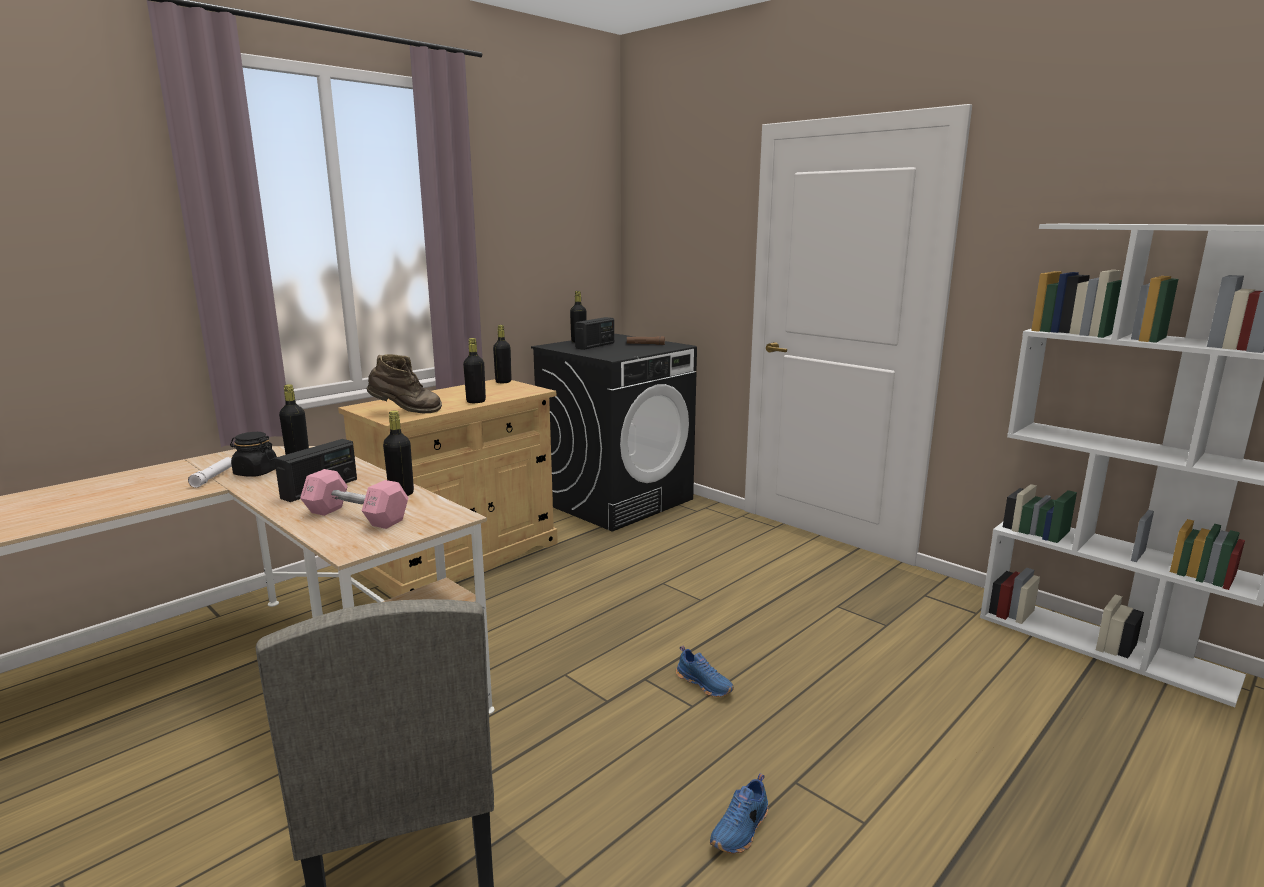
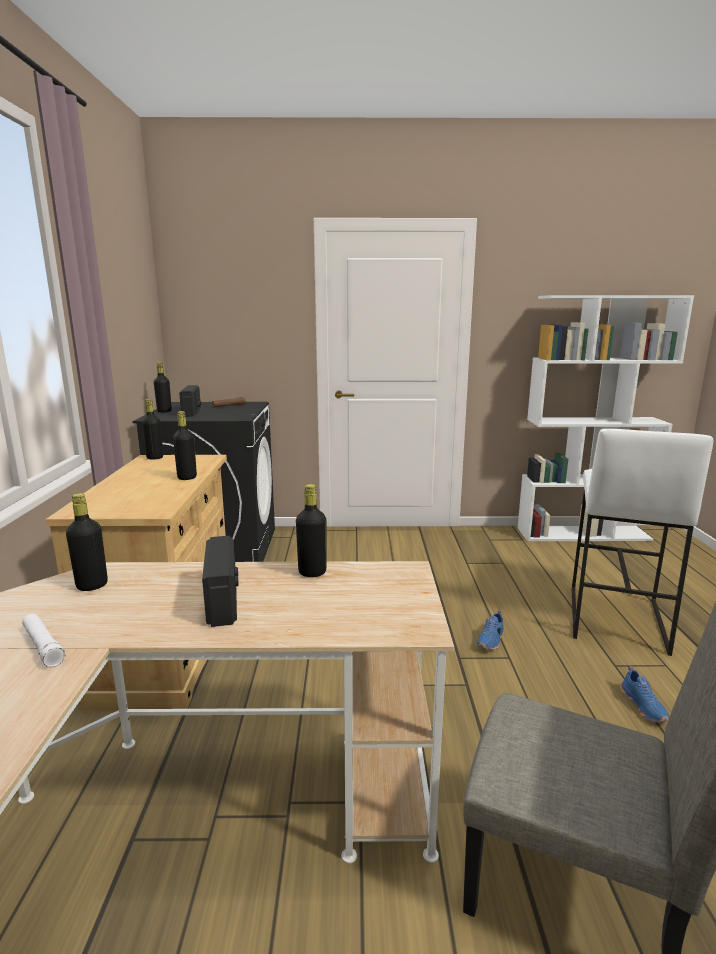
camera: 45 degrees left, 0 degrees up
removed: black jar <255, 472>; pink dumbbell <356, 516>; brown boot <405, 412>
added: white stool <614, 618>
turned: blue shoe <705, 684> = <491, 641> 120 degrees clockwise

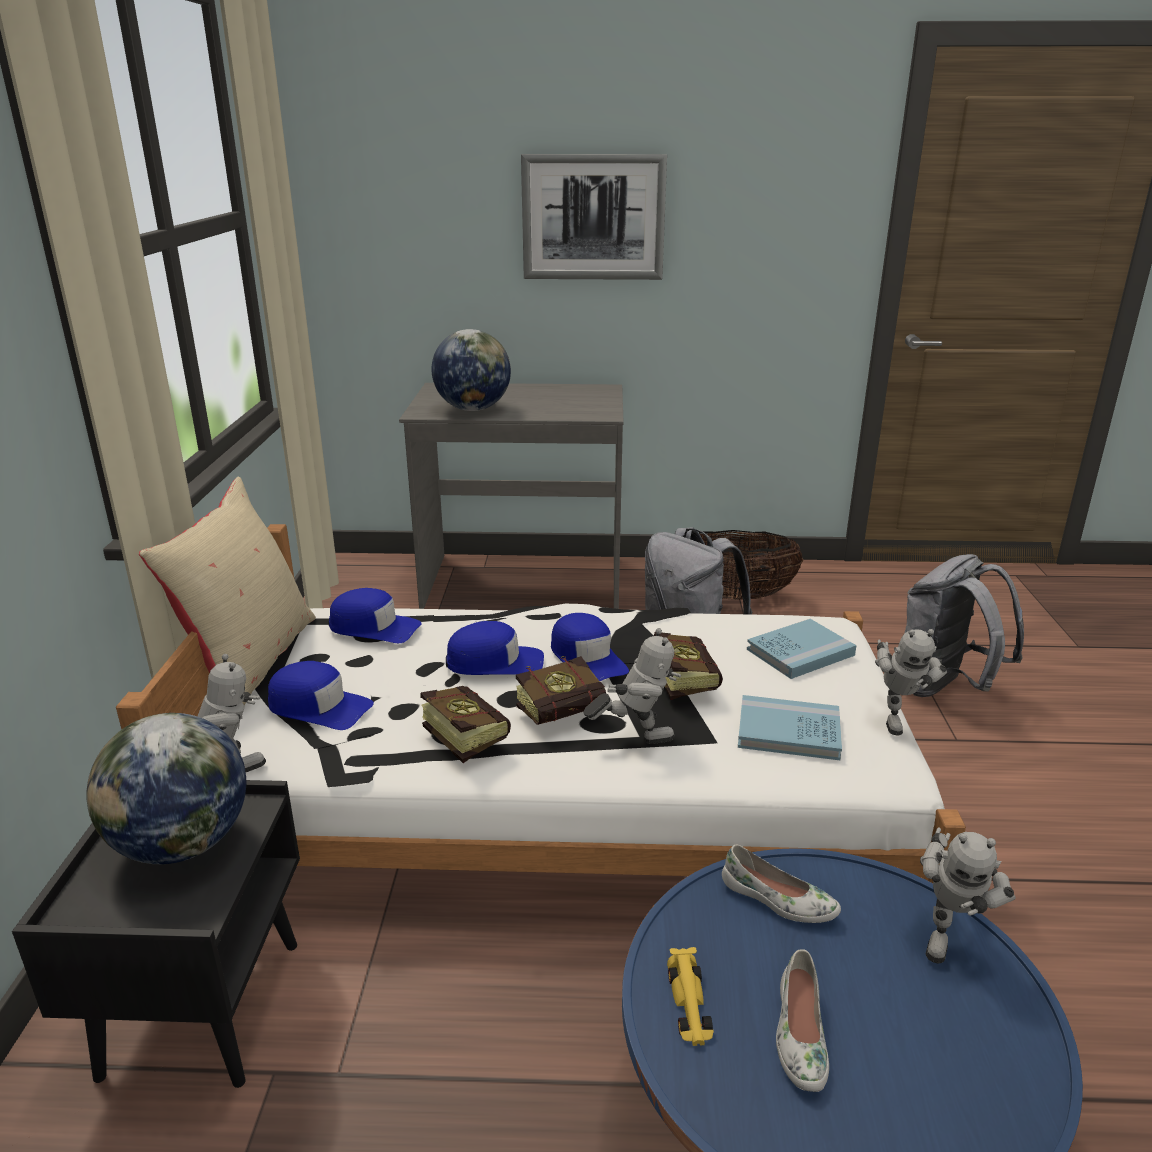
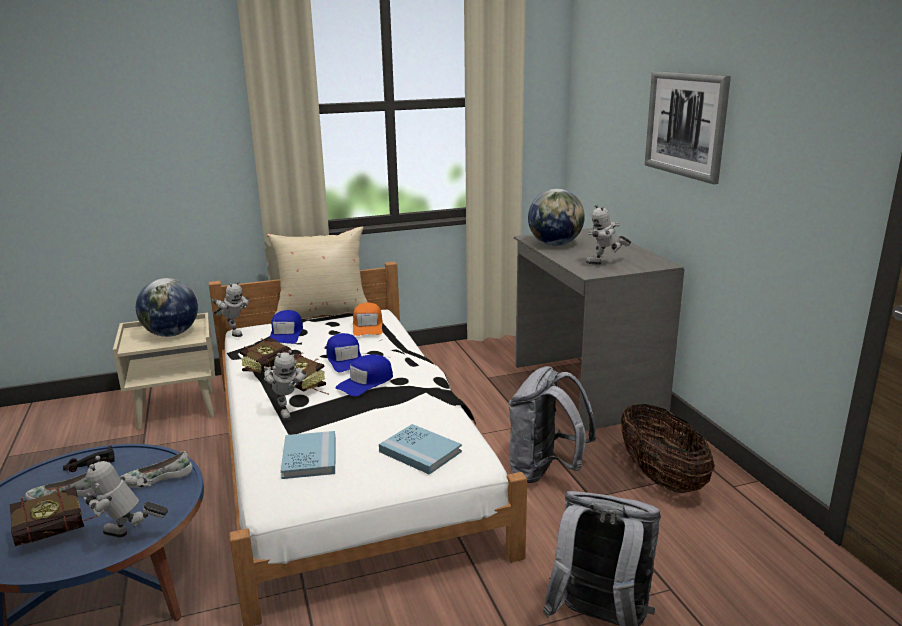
camera: 70 degrees right, 5 degrees down
moved: book <682, 680> to <60, 533>; toy robot <895, 717> to <606, 264>
recoloured: yellow toy car <689, 1004> to black toy car <89, 464>; black nightstand <201, 1006> to beige nightstand <178, 409>; blue cap <374, 627> to orange cap <368, 326>
turned: white shoe <778, 900> = <157, 478> 60 degrees clockwise

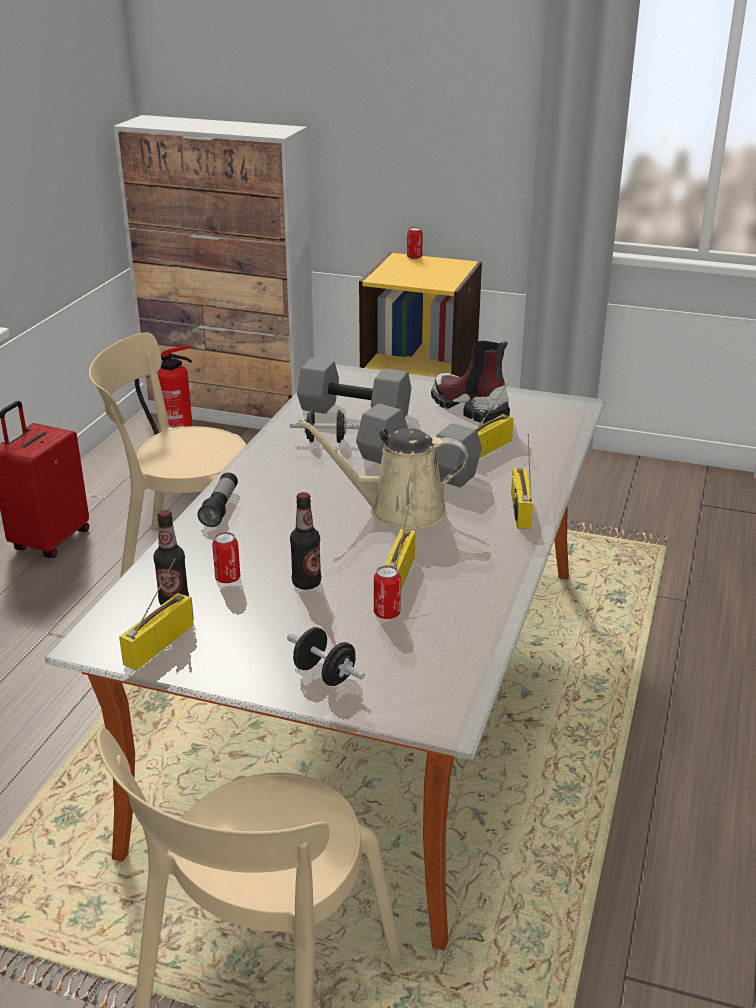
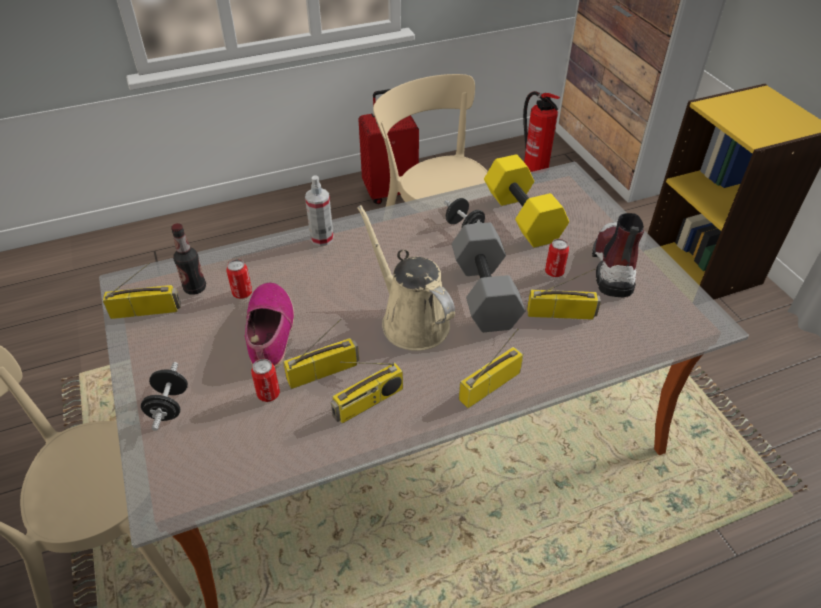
camera: 50 degrees right, 15 degrees up
added: radio <368, 403>
moved: can <414, 257> to <554, 272>
replaced: bottle <306, 583> to shoe <270, 331>; flashlight <220, 508> to spray bottle <322, 238>
recoloured: grey dumbbell <356, 412> to yellow dumbbell <524, 217>

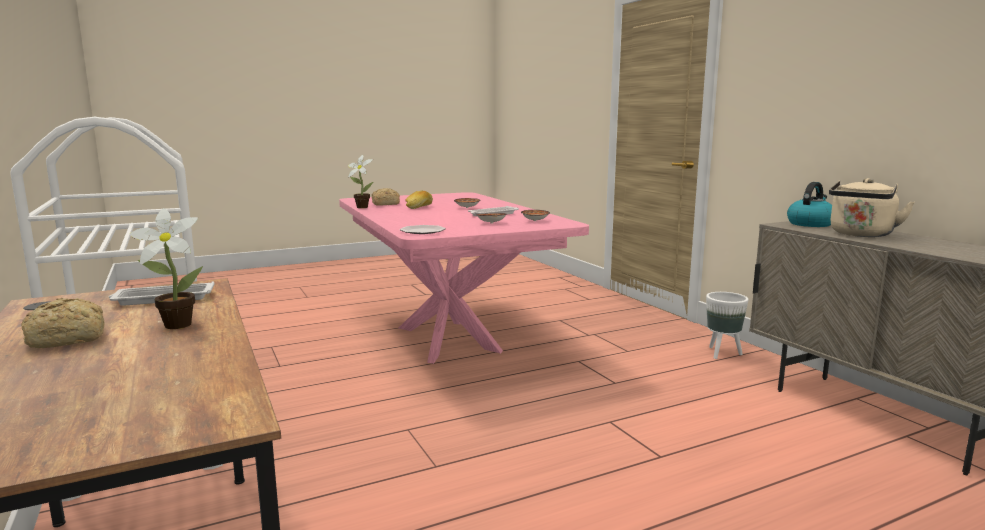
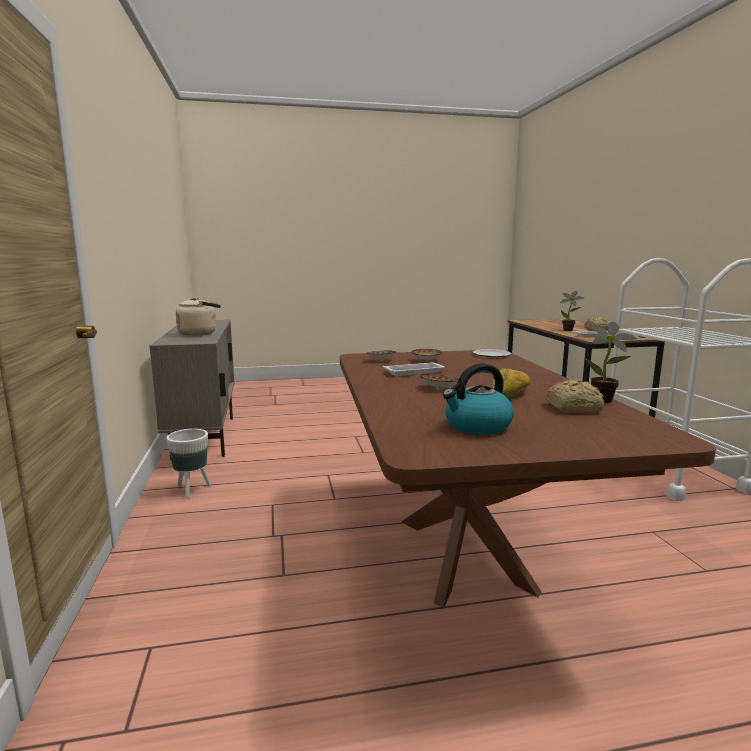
camera: 165 degrees left, 0 degrees up
moved: kettle <810, 224> to <477, 426>
recoloured: pink dining table <448, 338> to brown dining table <462, 553>

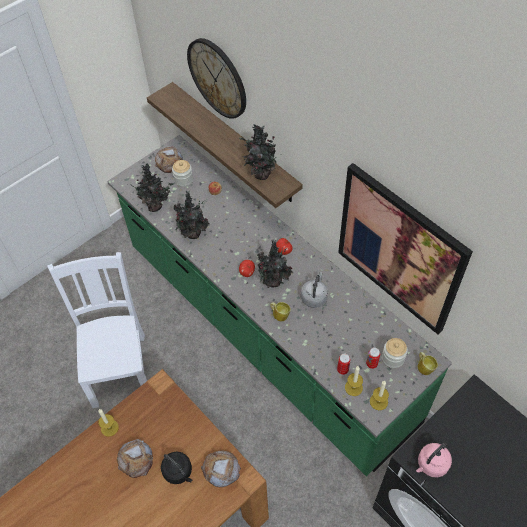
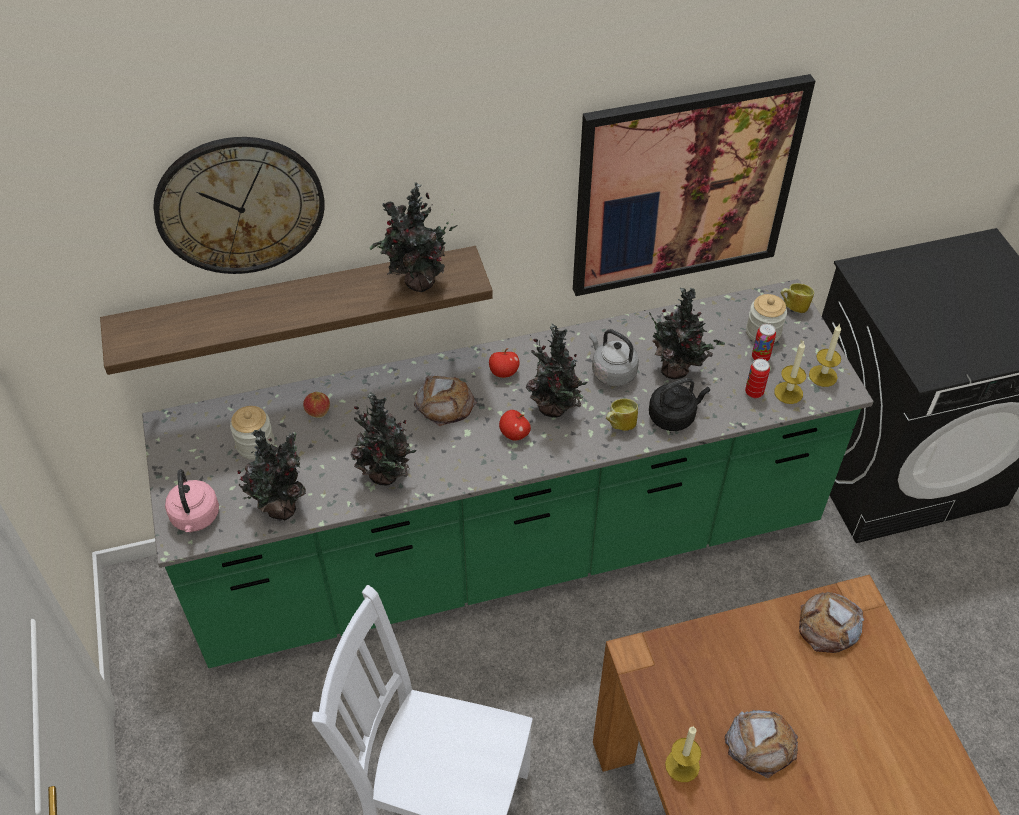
camera: 65 degrees left, 5 degrees down
added: potted plant <677, 370>
moved: pink kettle <431, 464> to <195, 518>; bread <169, 162> to <445, 403>; black kettle <179, 472> to <674, 416>

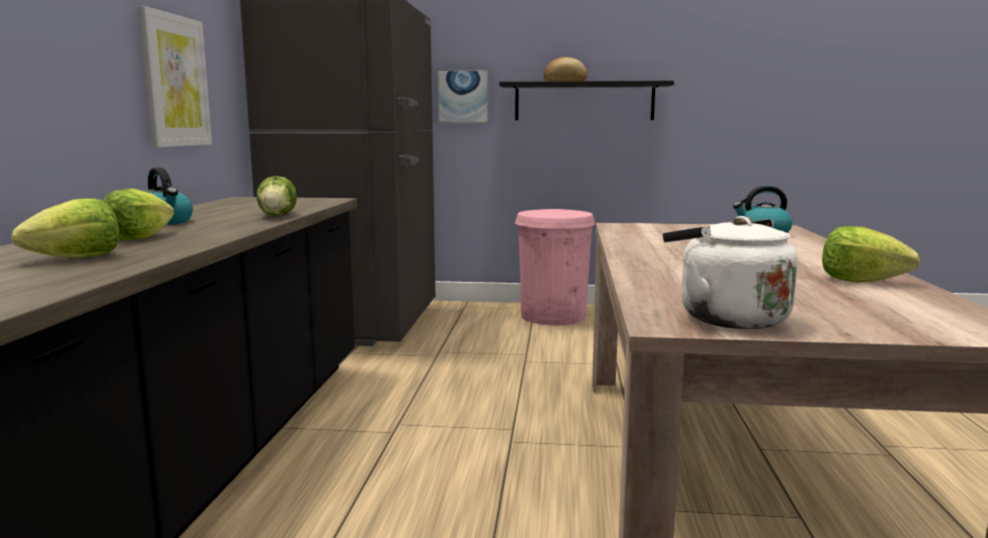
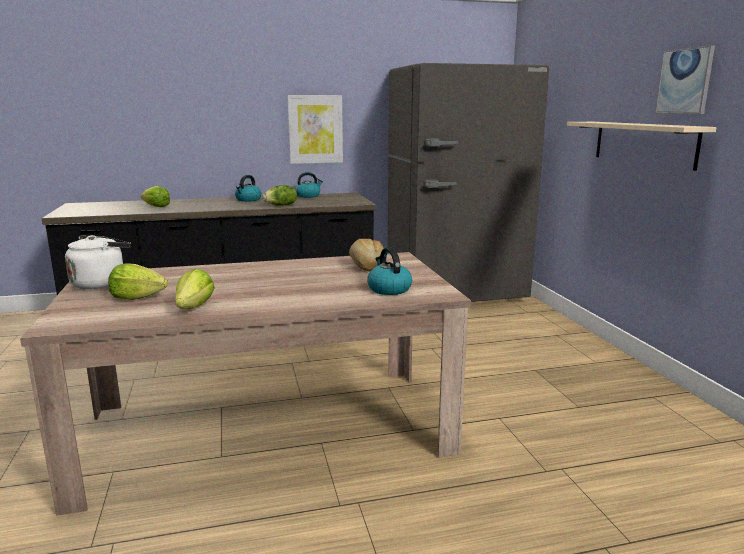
camera: 70 degrees right, 5 degrees up
removed: pink trash can <553, 316>
added: kettle <308, 196>
moved: lettuce <139, 238> to <137, 297>; bread <565, 81> to <366, 266>; picture <463, 96> to <685, 81>
recoloured: black shelf <584, 101> to beige shelf <643, 143>

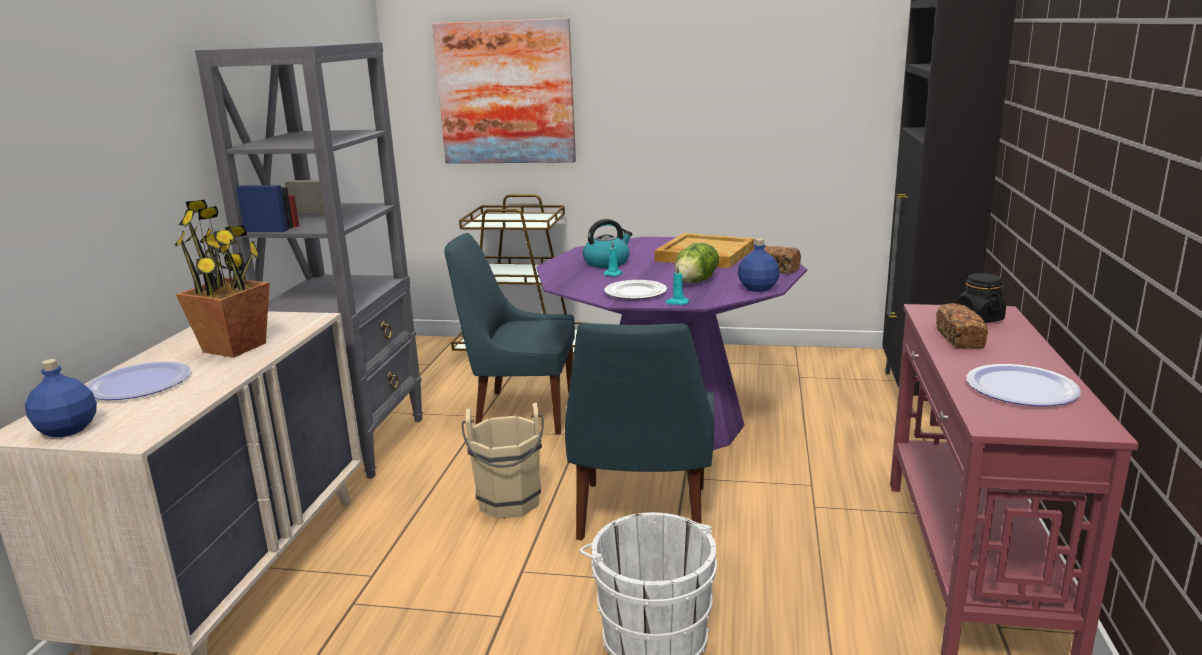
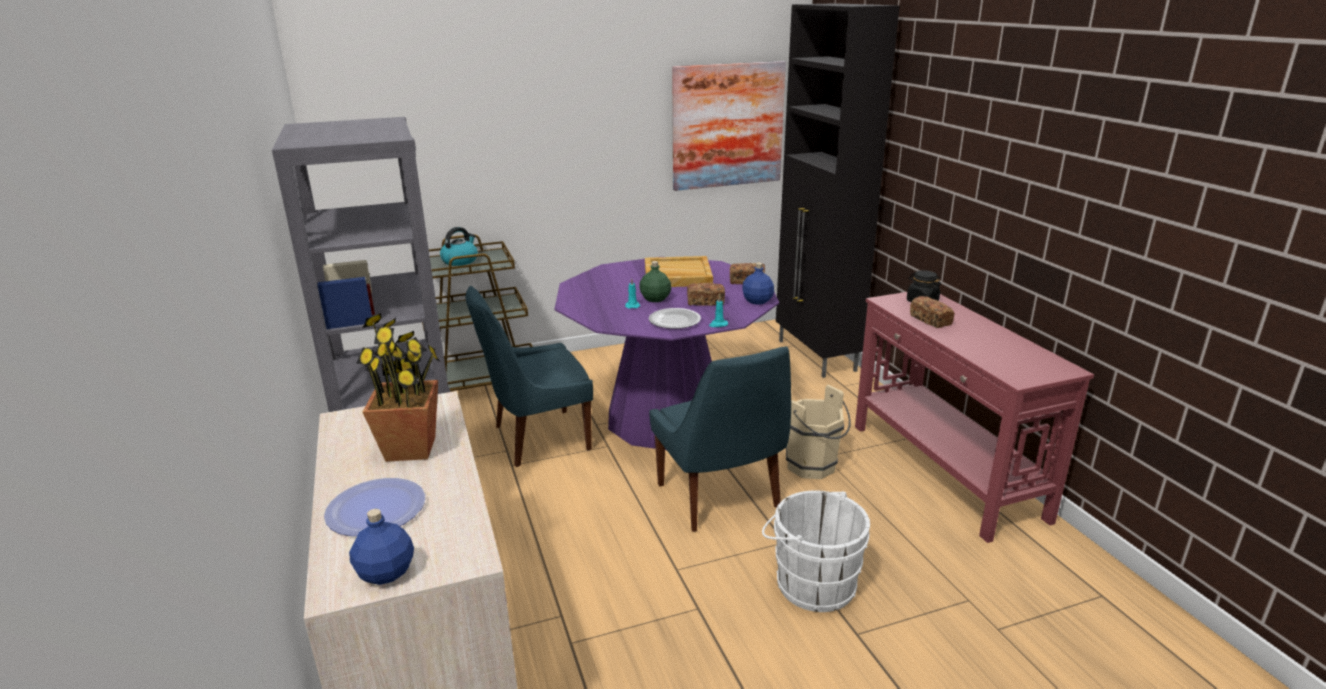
camera: 30 degrees left, 5 degrees up
removed: plate <1021, 388>
added: green bottle <655, 299>
moved: kettle <607, 263> to <460, 261>; picture <506, 93> to <727, 125>; beige bucket <509, 504> to <813, 467>
replaced: lettuce <696, 281> to bread <705, 302>

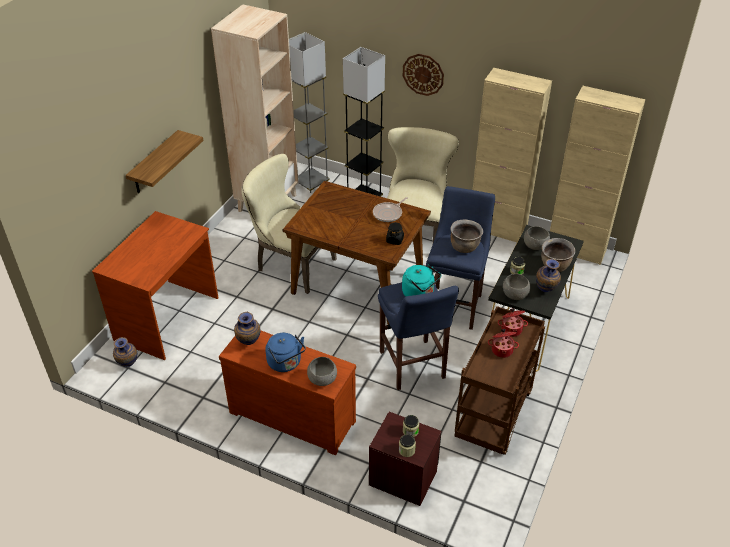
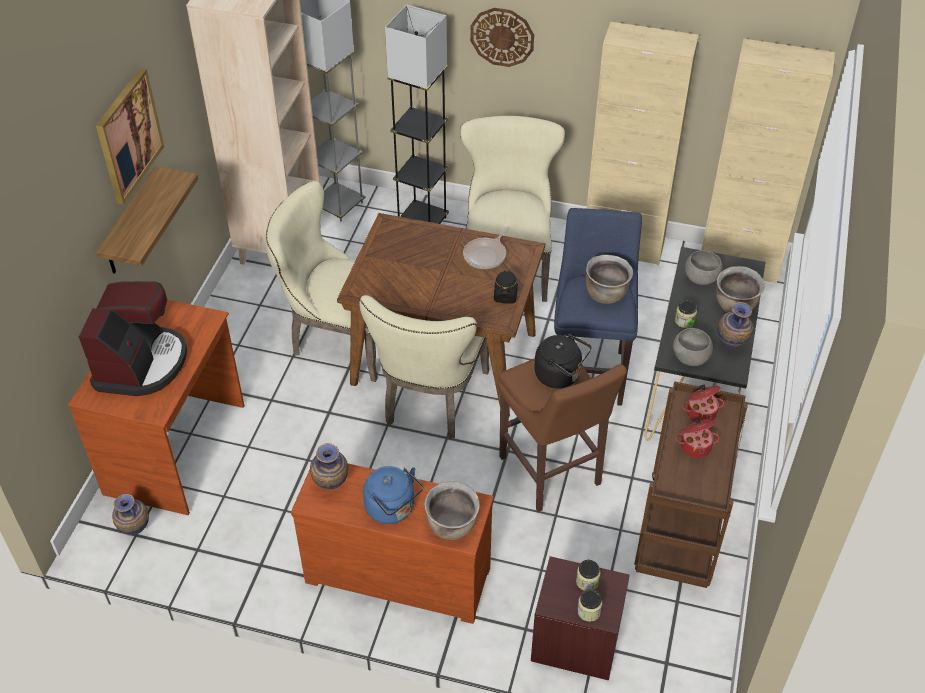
camera: 10 degrees left, 5 degrees up
added: coffee machine <141, 364>; picture <128, 135>; beige chair <431, 402>
replaced: grey bowl <323, 379> to brown cooking pot <452, 526>
recoloured: blue stool <413, 367> to brown stool <552, 474>; turquoise kettle <419, 294> to black kettle <560, 376>

